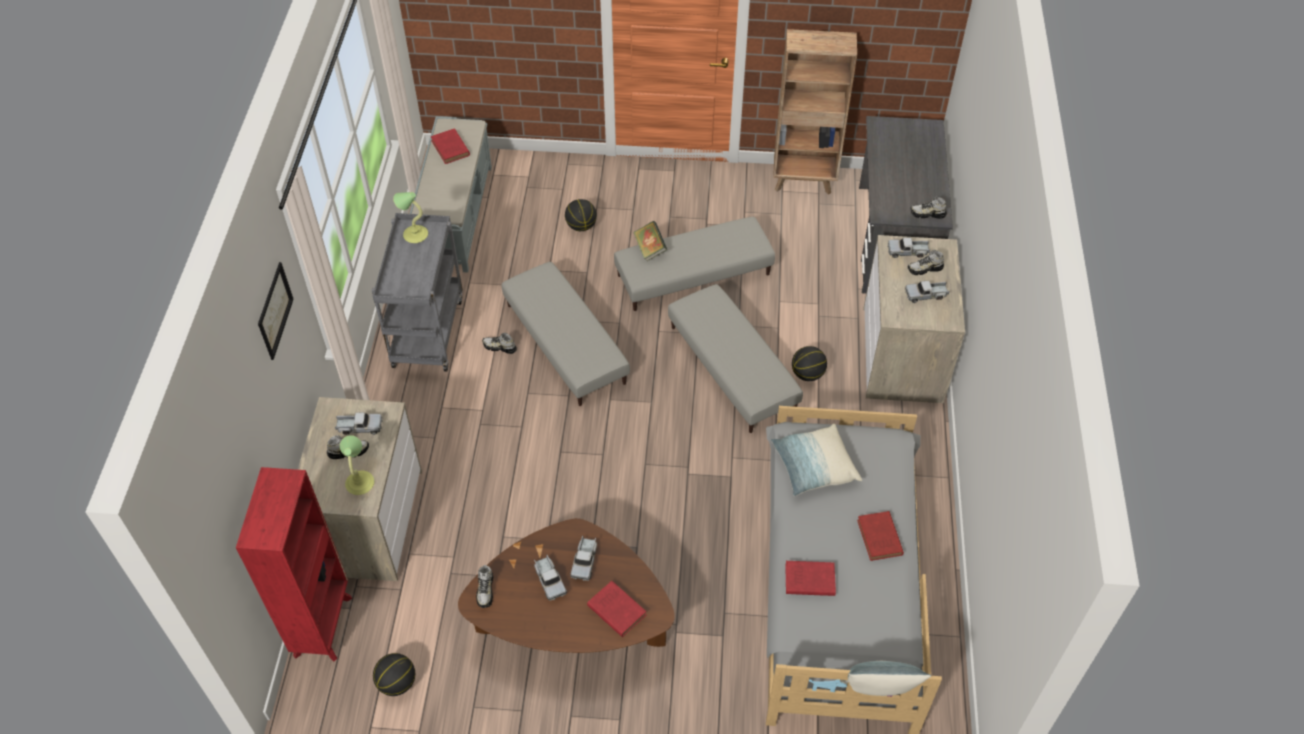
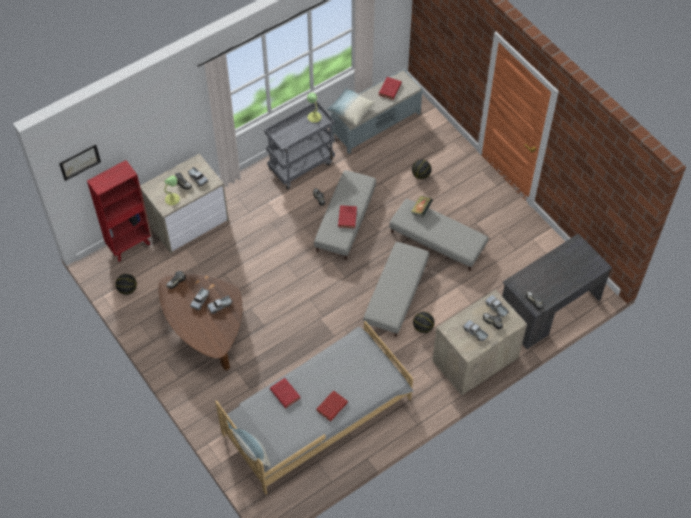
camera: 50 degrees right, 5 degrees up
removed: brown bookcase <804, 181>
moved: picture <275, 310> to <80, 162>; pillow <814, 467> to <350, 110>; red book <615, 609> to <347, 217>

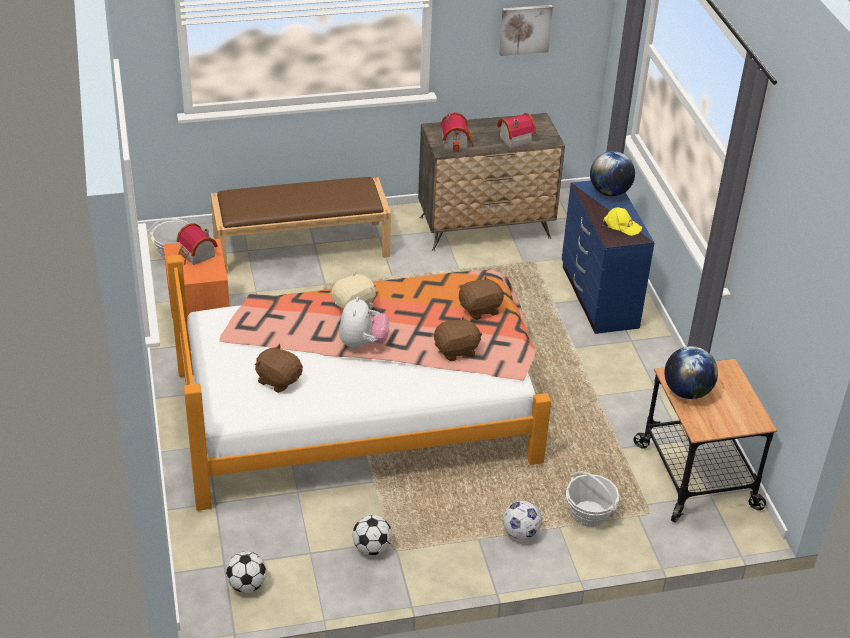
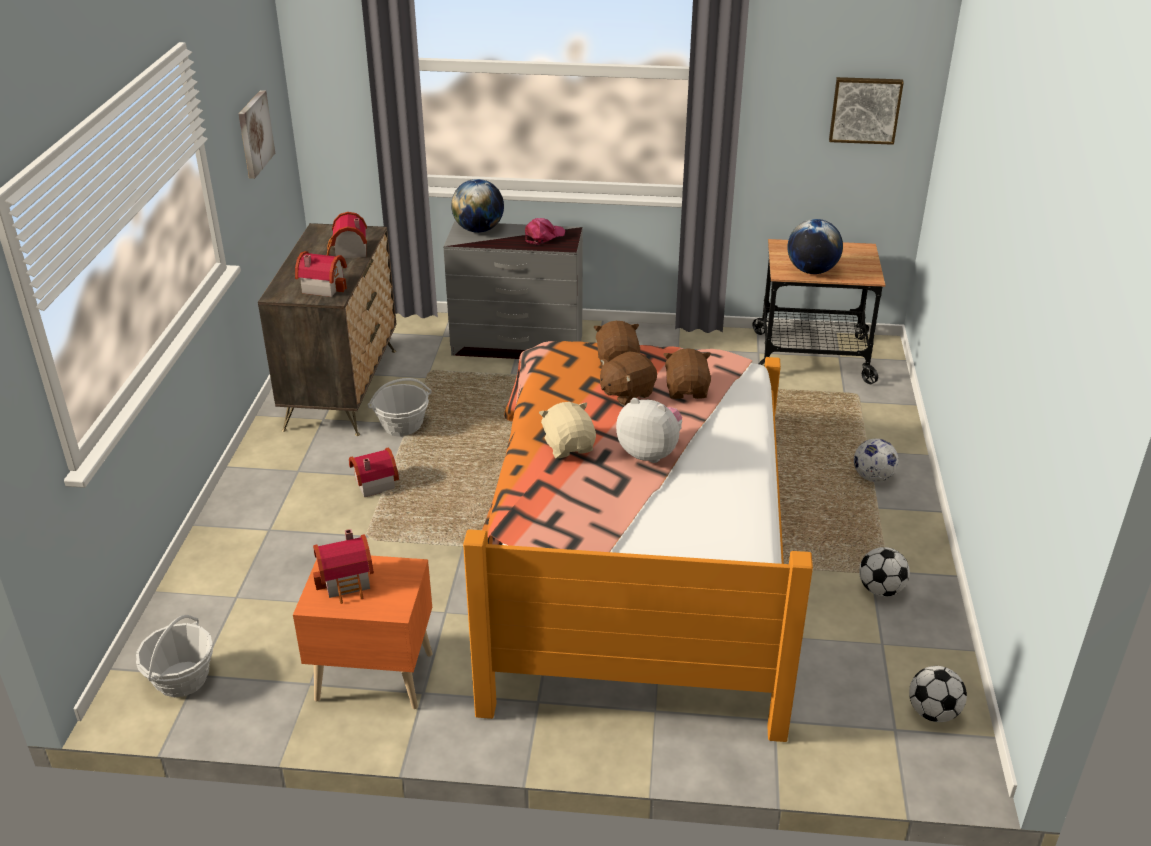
camera: 70 degrees left, 5 degrees down
removed: brown bench <302, 246>
added: toy house <373, 483>; picture <865, 109>
moved: basket <589, 513> to <402, 426>; brown plush toy <278, 380> to <626, 393>
recoloured: blue dresser <598, 297> to grey dresser <518, 346>; yellow cap <621, 226> to pink cap <543, 236>

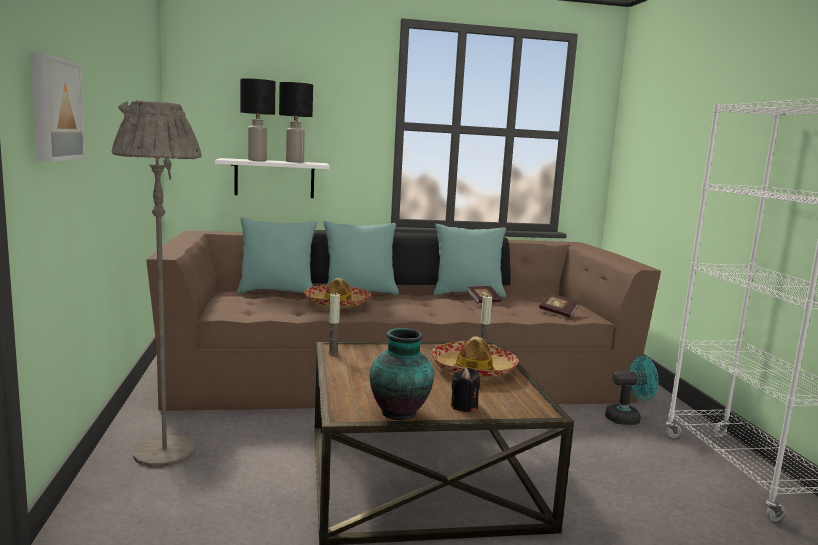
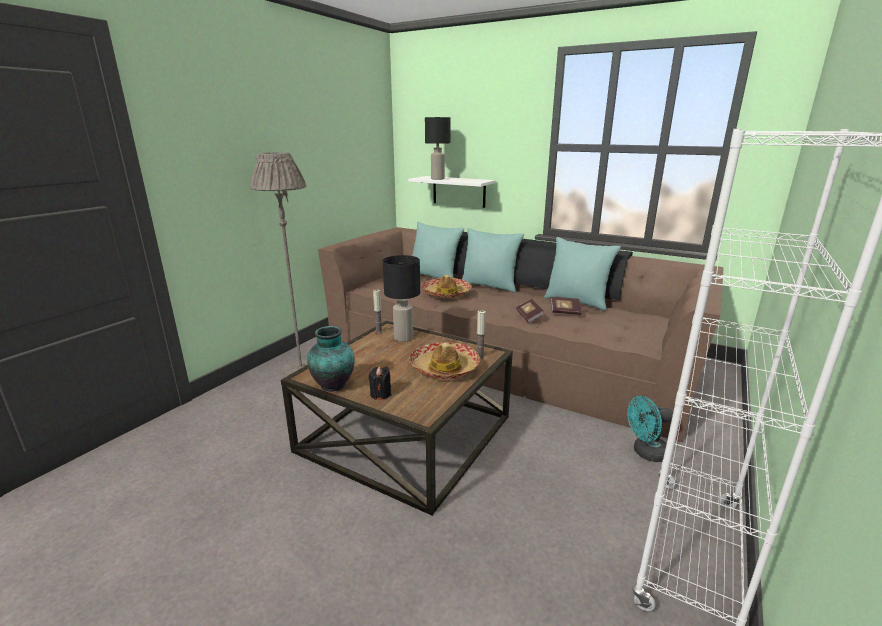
camera: 40 degrees right, 10 degrees up
removed: picture <53, 109>
moved: black table lamp <295, 162> to <404, 338>; book <558, 312> to <529, 316>
turned: turquoise fan <628, 418> = <646, 453> 135 degrees clockwise

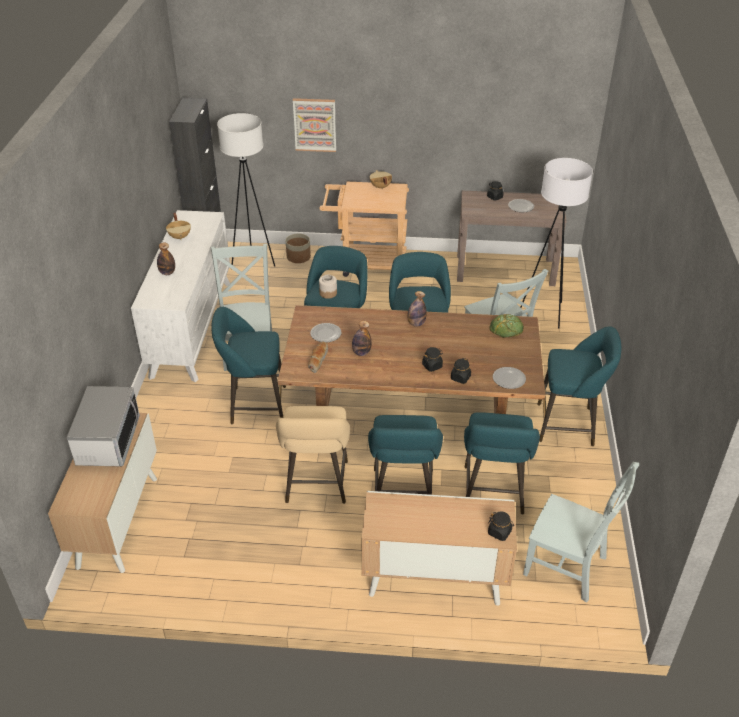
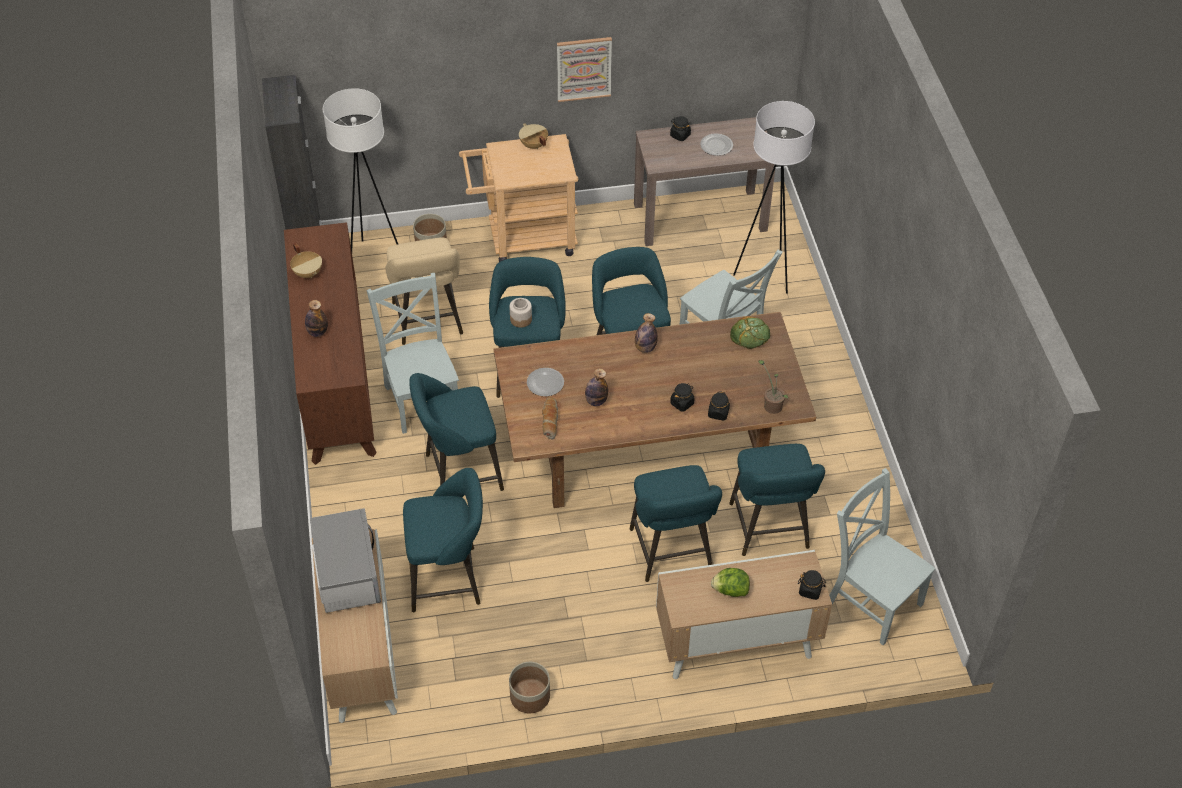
camera: 15 degrees left, 10 degrees up
added: planter <530, 696>; lettuce <730, 590>
moved: beige stool <316, 485> to <428, 322>; turquoise stool <569, 425> to <449, 579>; picture <315, 125> to <584, 68>
replaced: plate <508, 379> to potted plant <771, 404>
recoloured: white dresser <192, 327> to brown dresser <336, 379>
turned: grey chair <568, 568> = <871, 600> 150 degrees counterclockwise

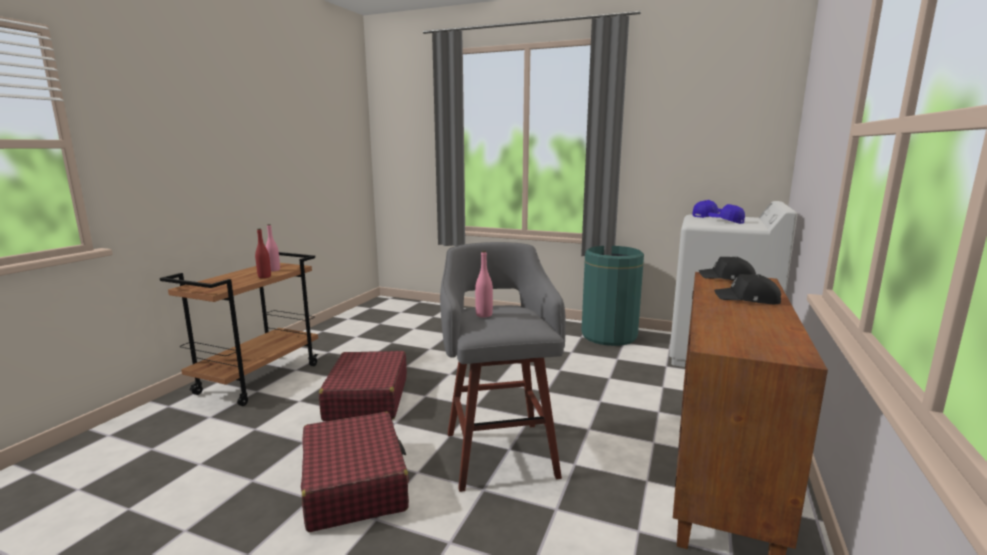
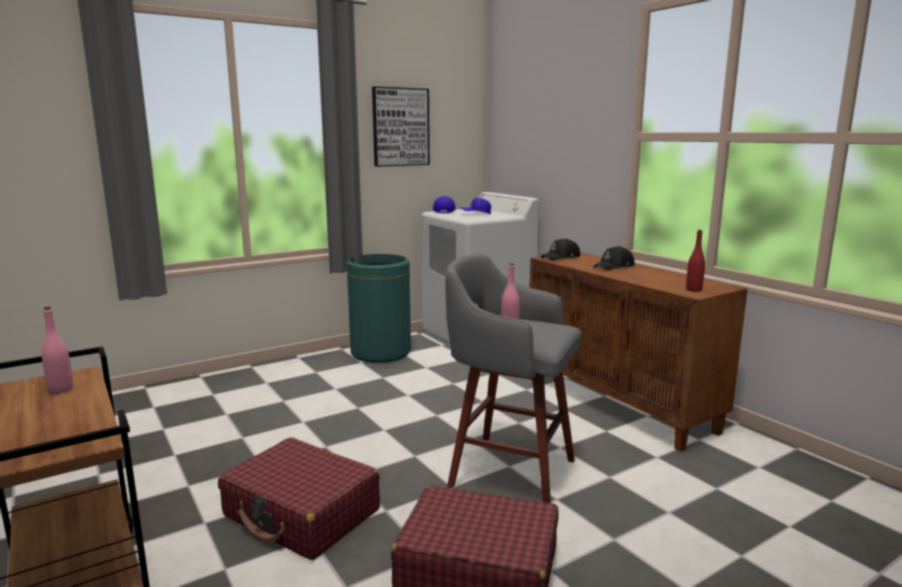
camera: 55 degrees left, 0 degrees up
added: picture <400, 127>
moved: red bottle <264, 277> to <693, 290>

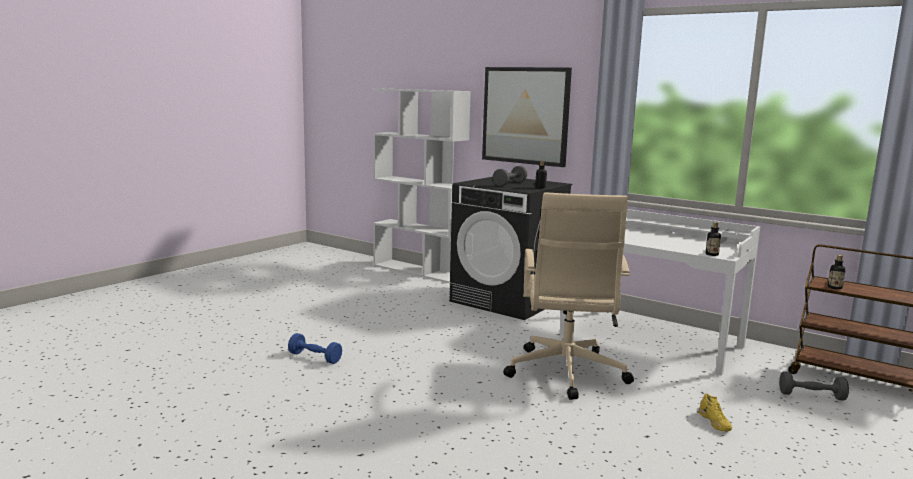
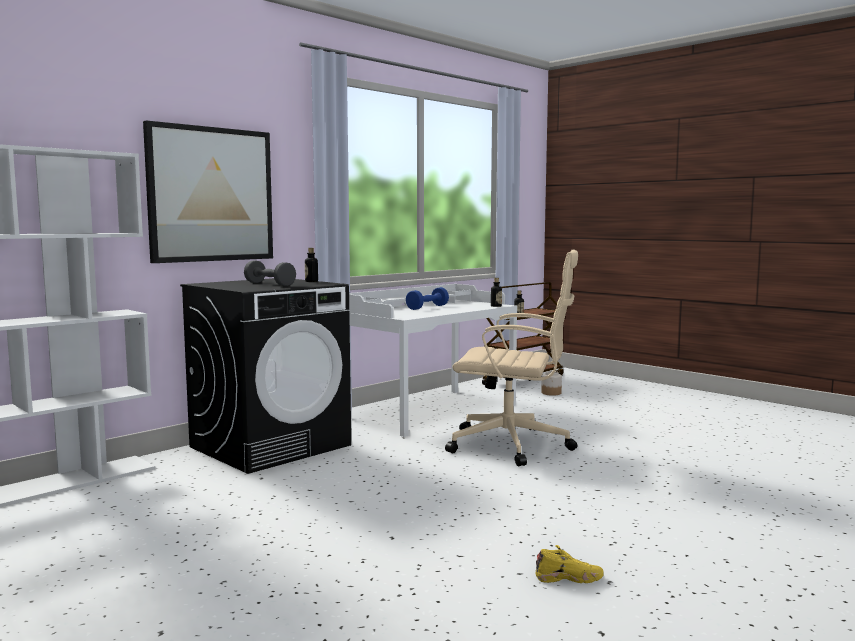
camera: 80 degrees left, 5 degrees down
moved: blue dumbbell <315, 358> to <427, 307>; yellow shoe <715, 422> to <569, 578>
replaced: grey dumbbell <811, 396> to jar <551, 393>

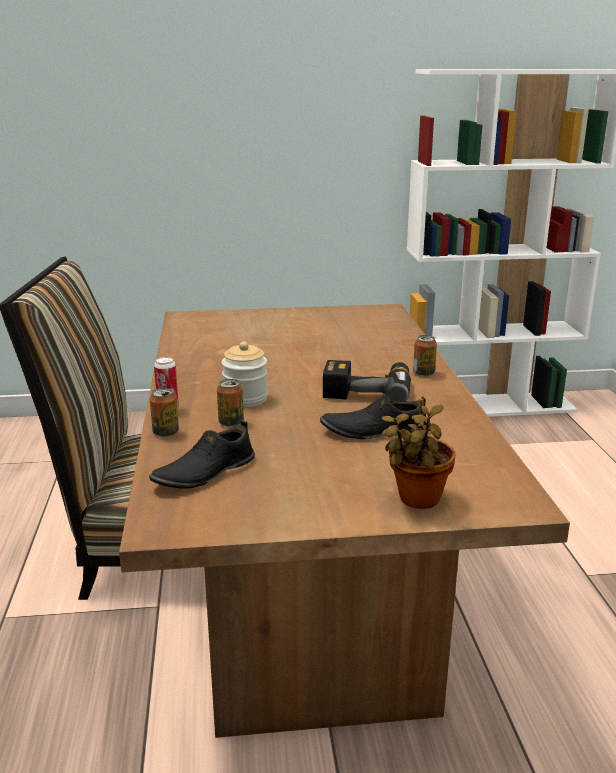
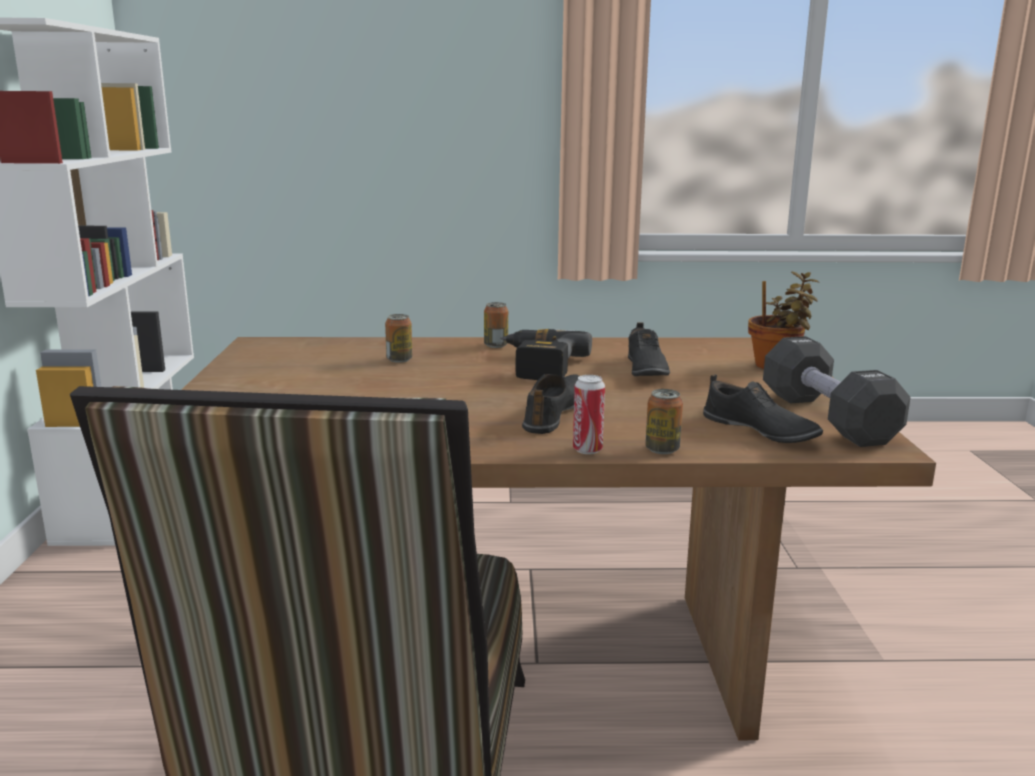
camera: 85 degrees left, 5 degrees down
added: black dumbbell <827, 418>
moved: can <231, 423> to <399, 360>
replaced: jar <245, 399> to black shoe <556, 413>

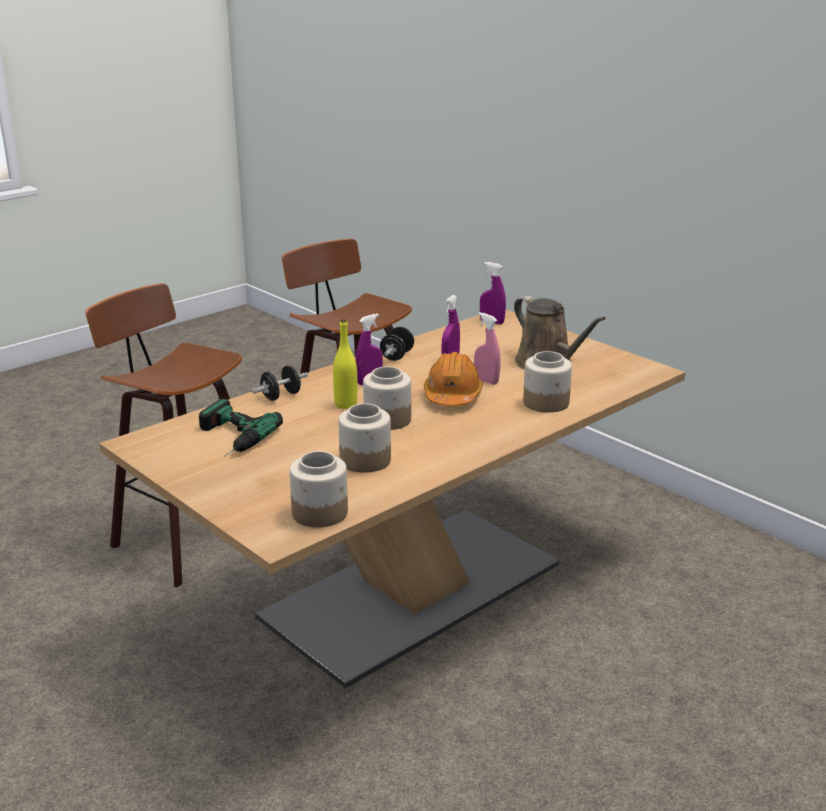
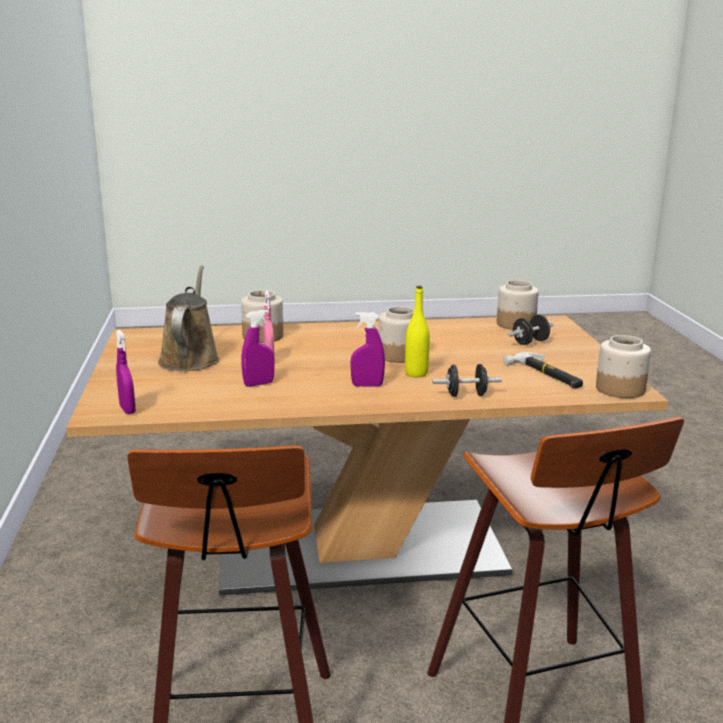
camera: 145 degrees left, 5 degrees down
removed: orange hard hat <452, 396>
moved: black dumbbell <397, 356> to <530, 342>; jar <365, 460> to <619, 389>
replaced: power drill <228, 439> to hammer <546, 374>

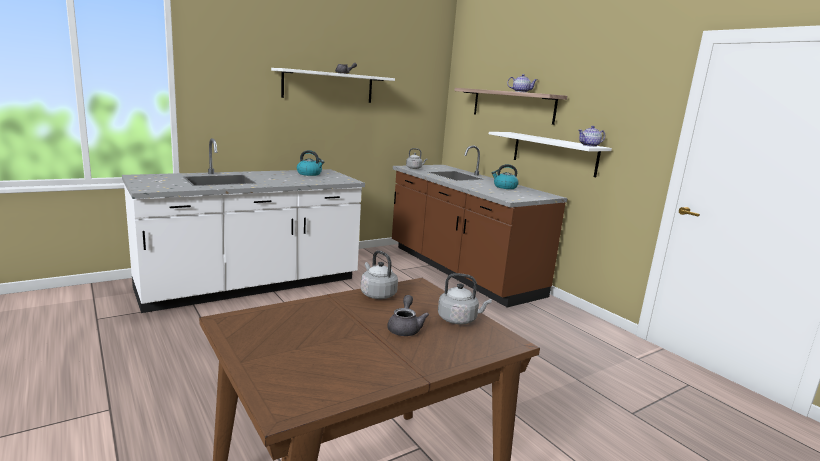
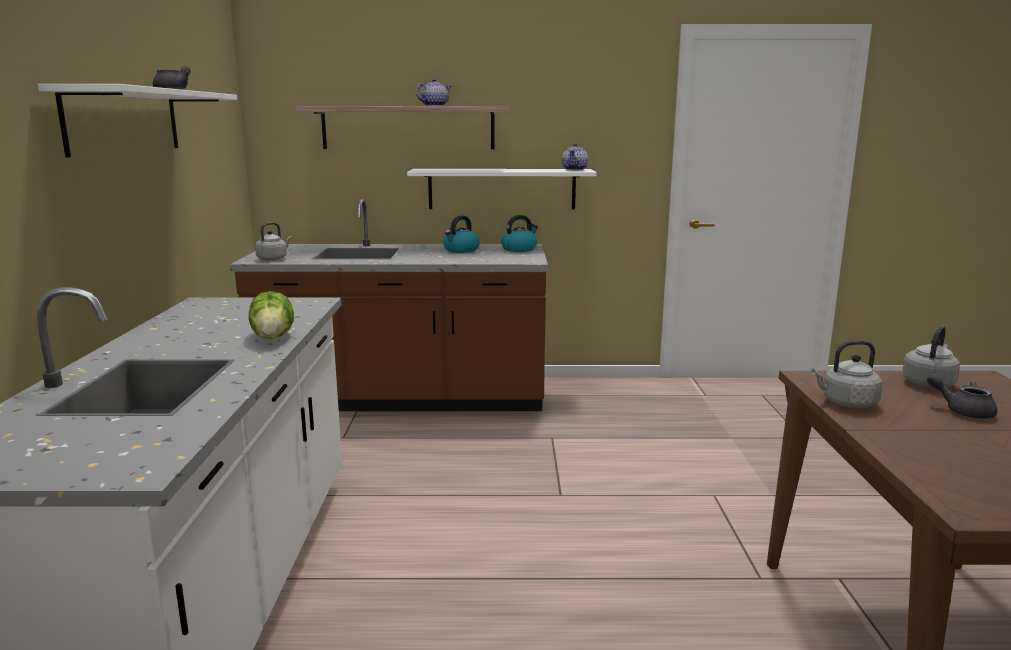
camera: 55 degrees left, 0 degrees up
added: lettuce <274, 336>
moved: kettle <309, 174> to <519, 249>

